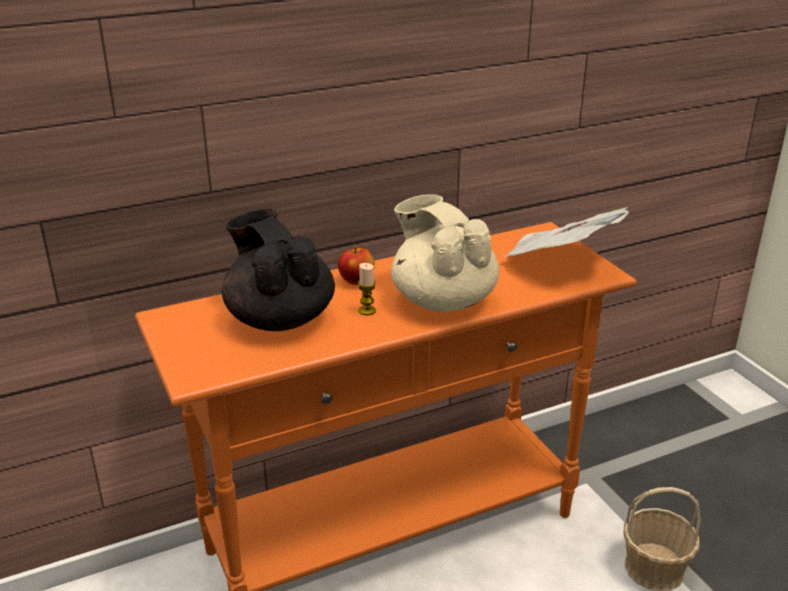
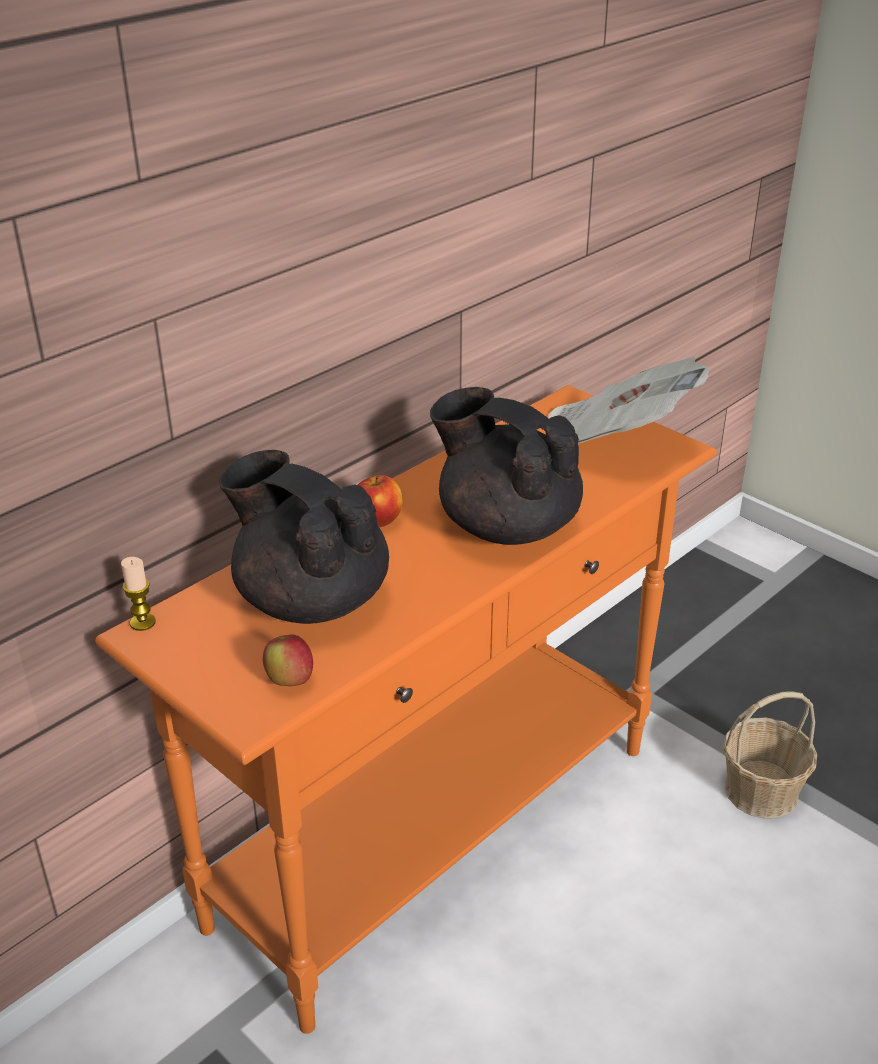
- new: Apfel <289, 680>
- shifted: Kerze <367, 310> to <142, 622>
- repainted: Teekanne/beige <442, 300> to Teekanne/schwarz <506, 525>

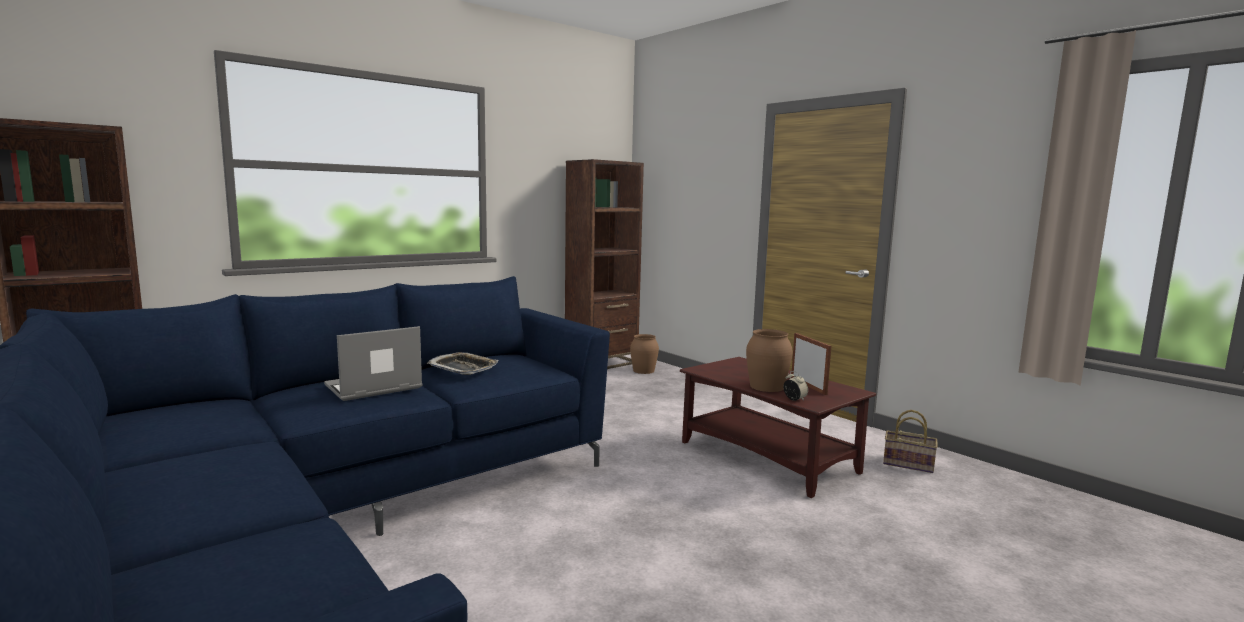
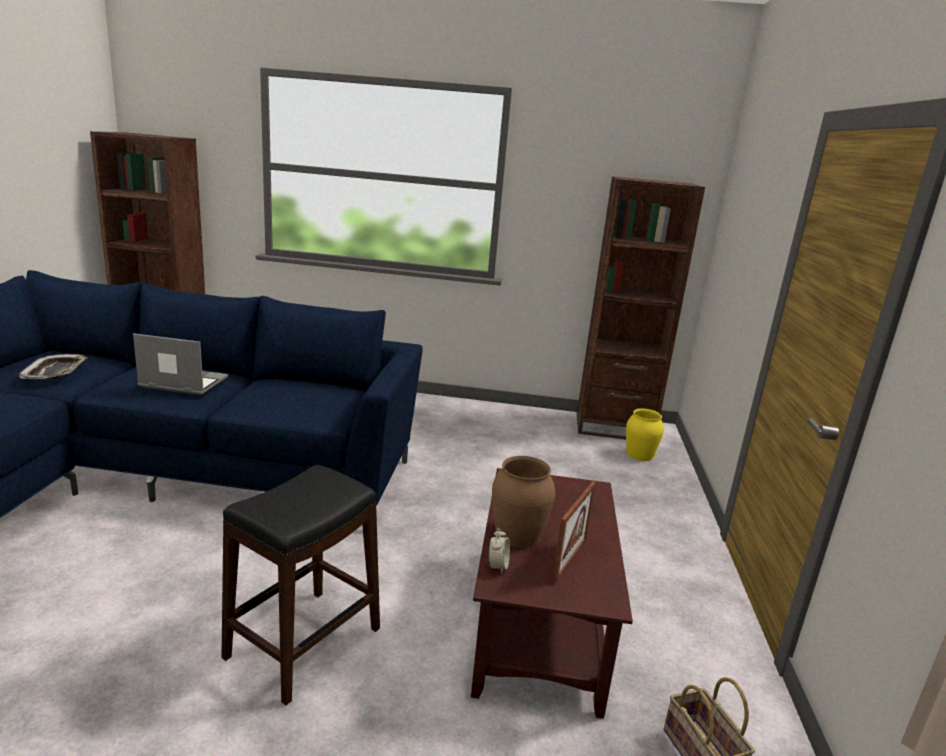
- new: Hocker/schwarz <303, 642>
- shifted: Tablett <463, 368> to <55, 372>
- repainted: Vase/braun <644, 371> to Vase/gelb <640, 455>

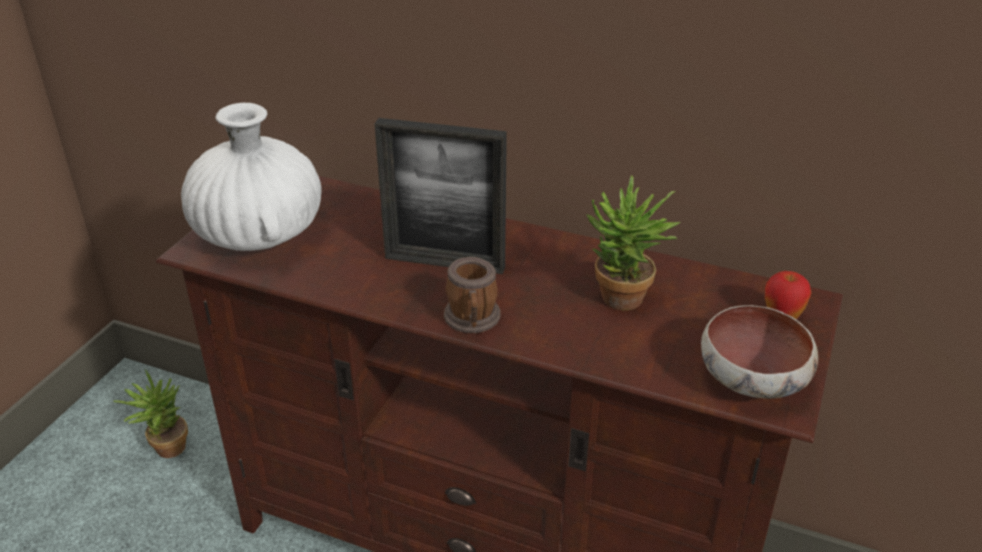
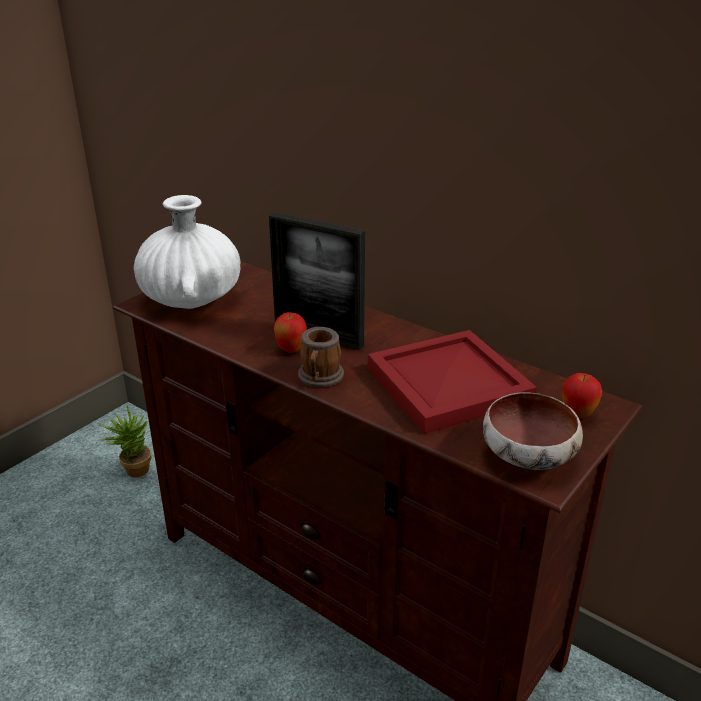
- new: Apfel <291, 350>
- swapped: Topfpflanze <622, 303> to Tablett/rot <445, 384>

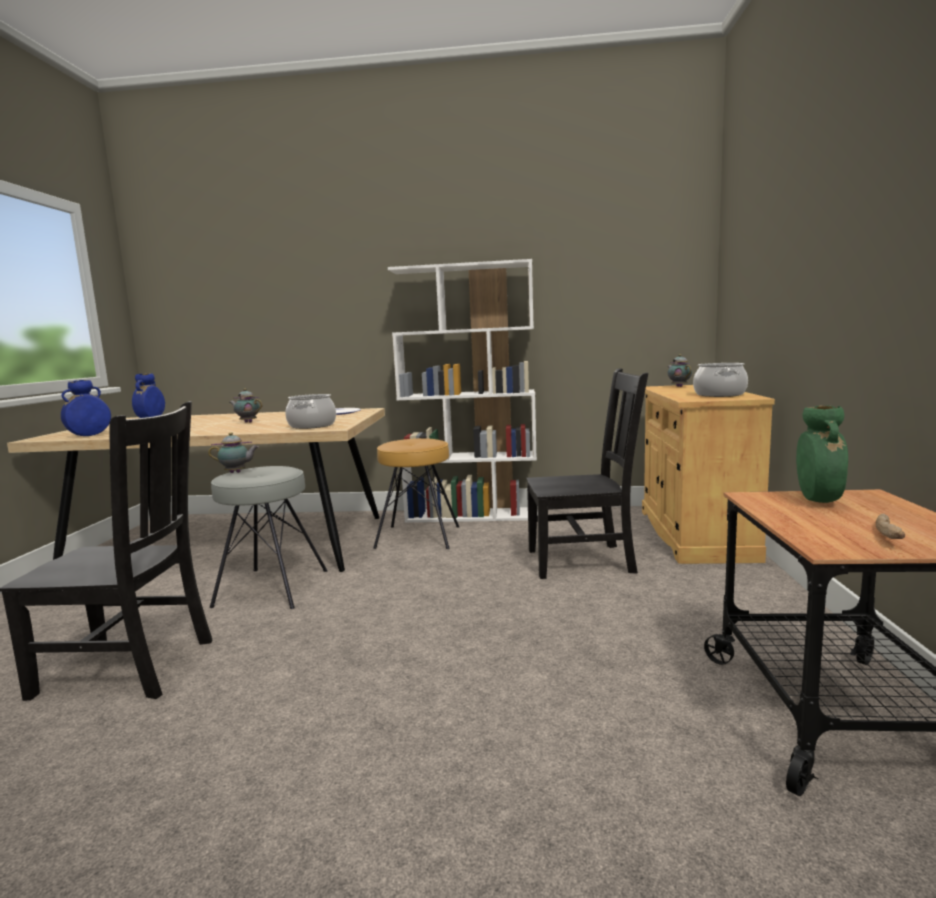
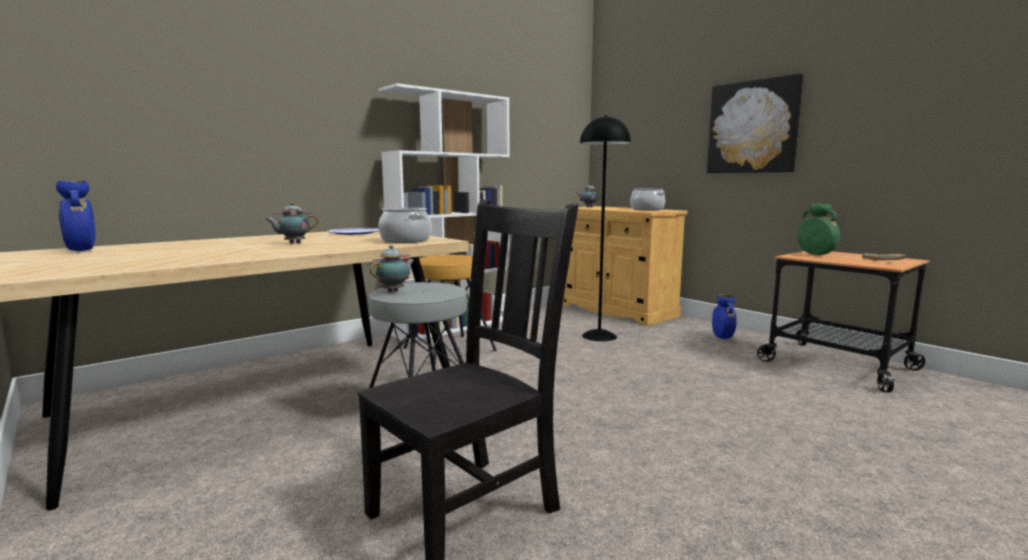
- new: Bild <753, 127>
- shifted: Vase/blau <89, 436> to <722, 338>
- swapped: Stuhl/schwarz <584, 561> to Stehlampe/schwarz <599, 336>

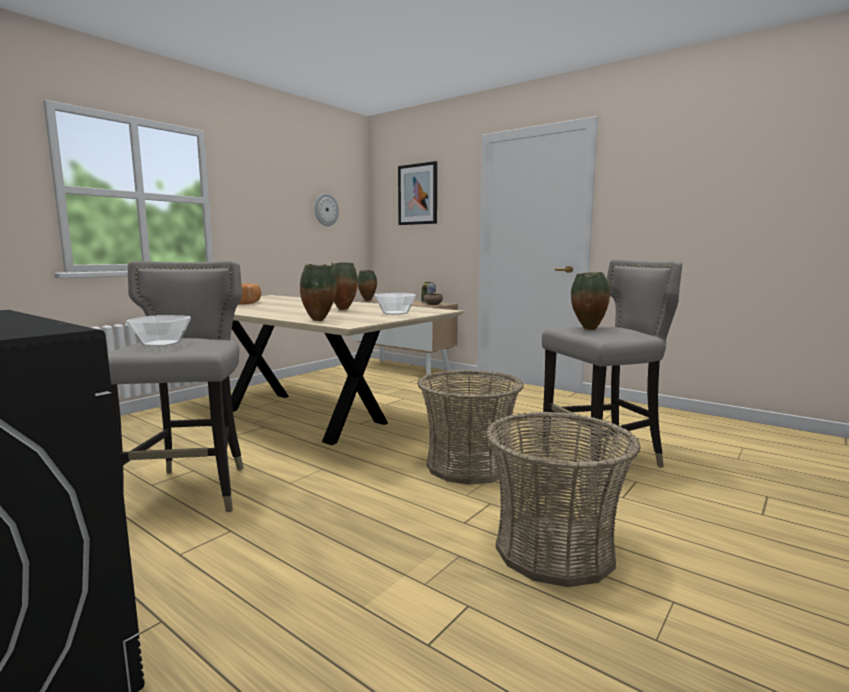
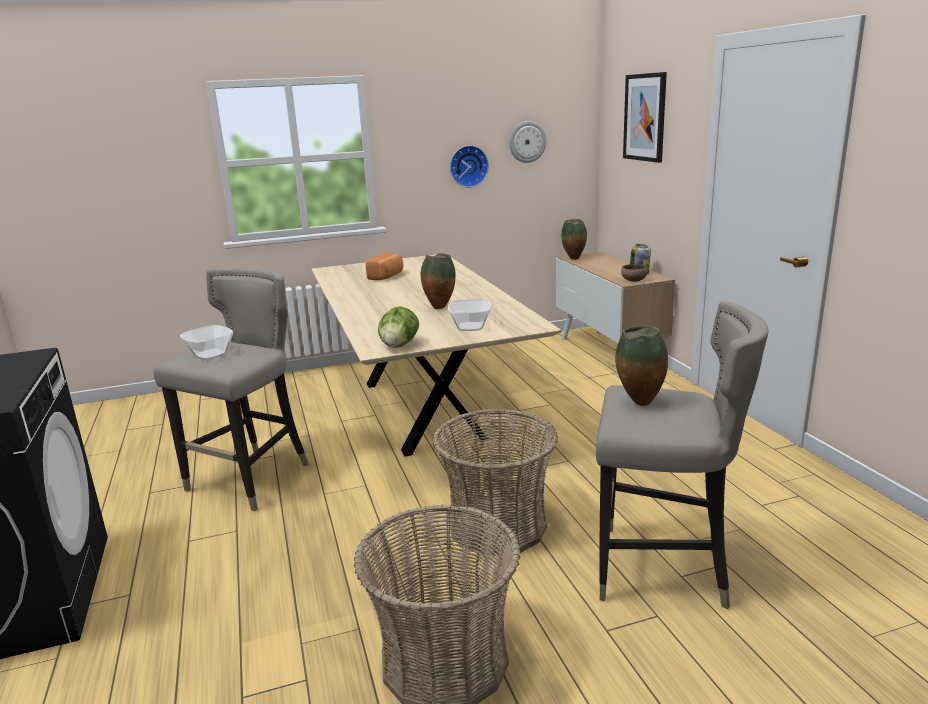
- gone: Vase <320, 321>
- new: Salatkopf <399, 346>
- new: Wanduhr <468, 166>

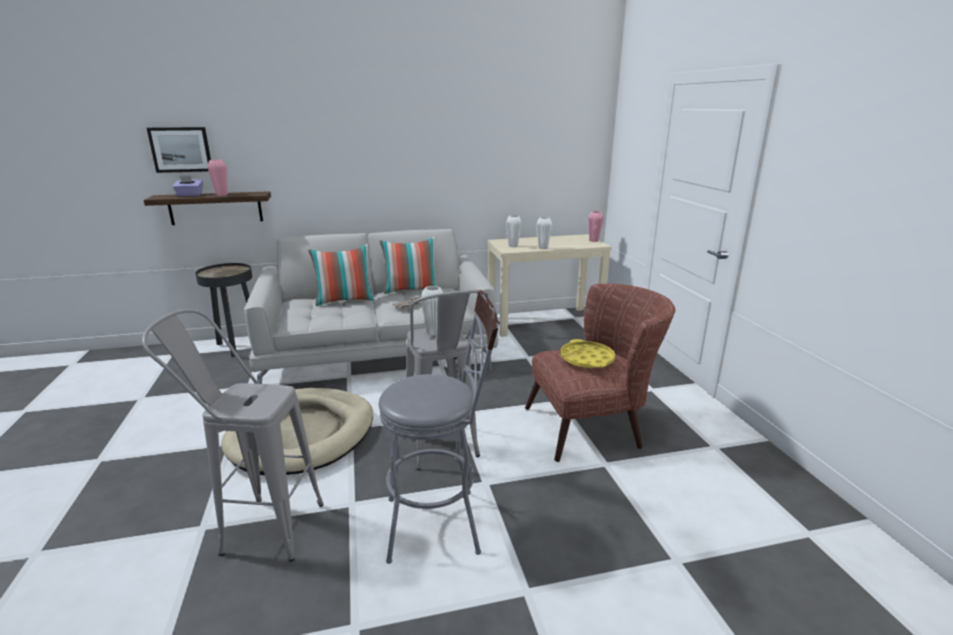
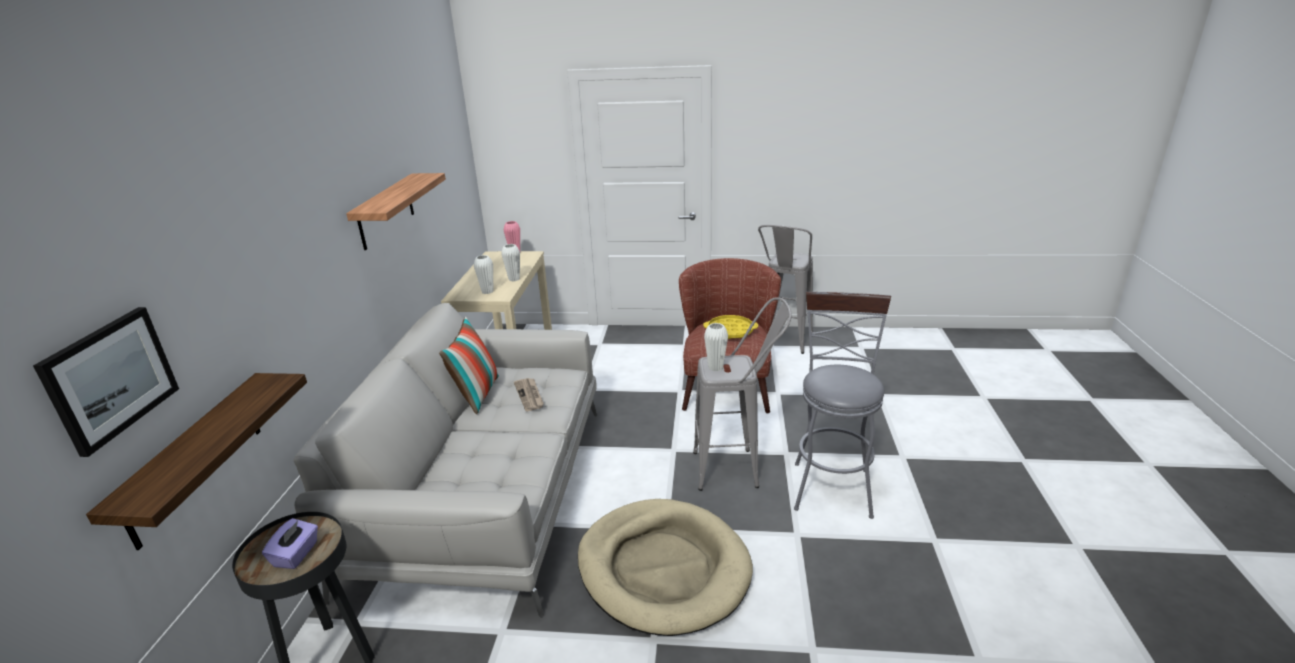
- gone: Vase/rosa <222, 195>
- gone: Kissen <344, 300>
- new: Wandregal <386, 211>
- shifted: Hocker/grau <259, 527> to <783, 345>
- shifted: Taschentuchbox/lila <189, 195> to <296, 554>

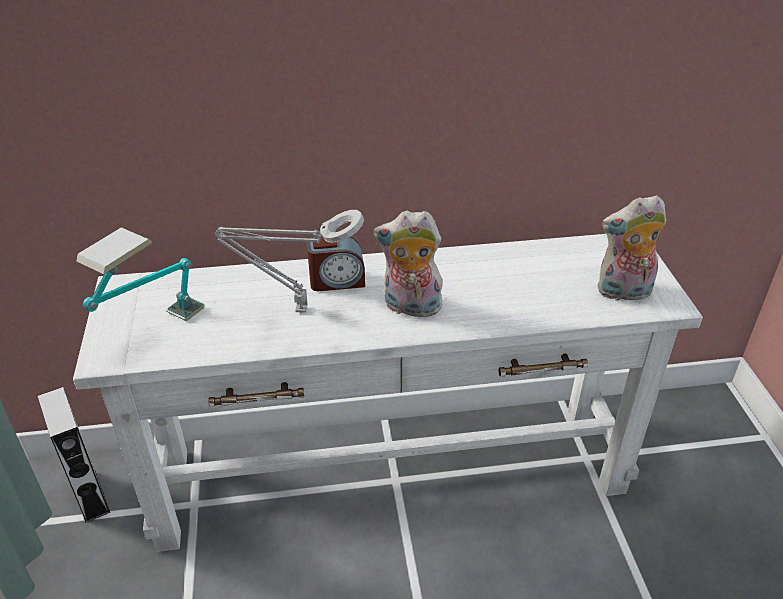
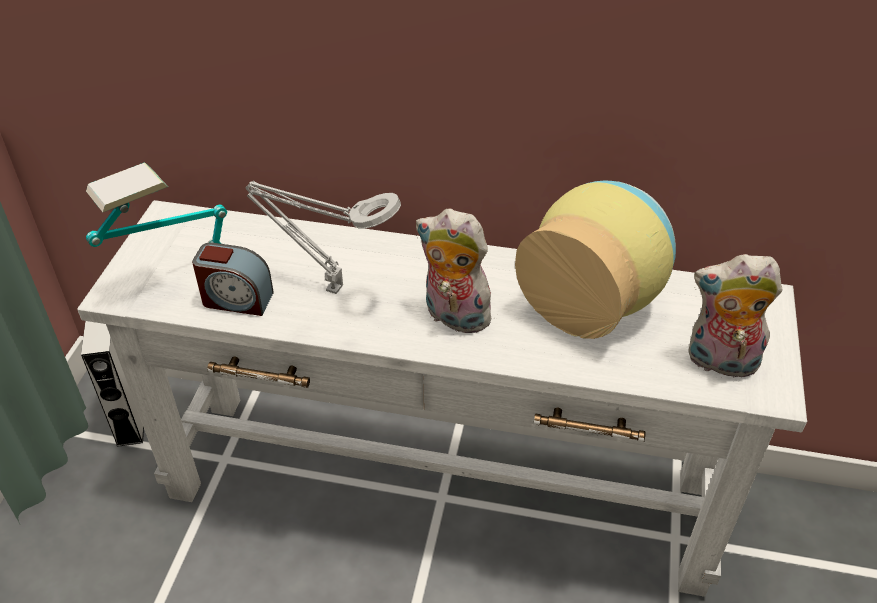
- new: Vase <595, 301>
- shifted: Wecker <337, 281> to <236, 299>

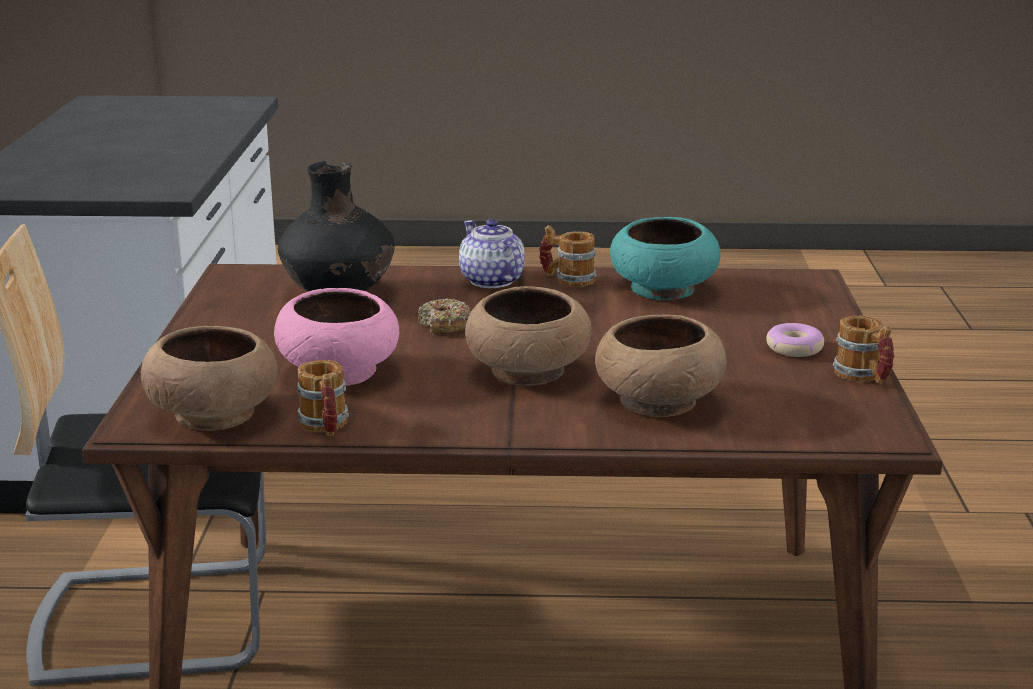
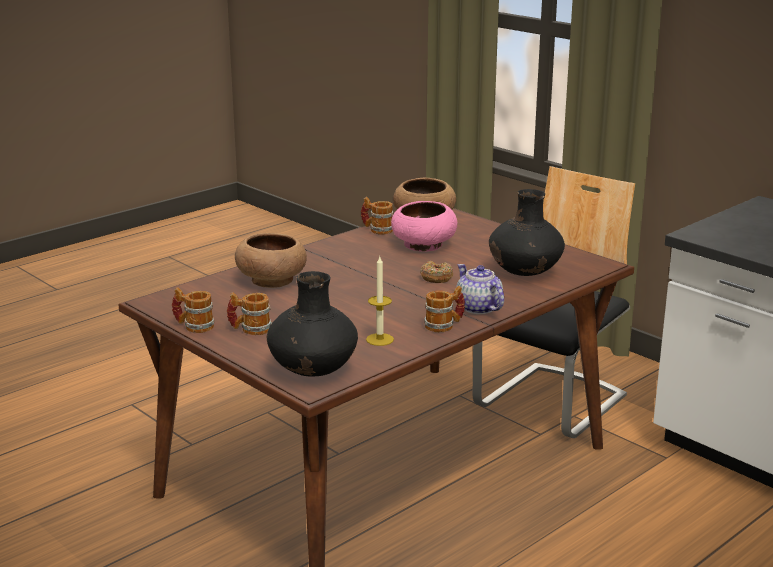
- gone: Schüssel/braun <529, 372>
- new: Vase/schwarz <312, 371>
- swapped: Schüssel/türkis <663, 290> to Kerze <379, 339>
- swapped: Donut <794, 348> to Henkelbecher <250, 329>
- rotated: Teekanne <491, 281> = <478, 308> 135 degrees counterclockwise

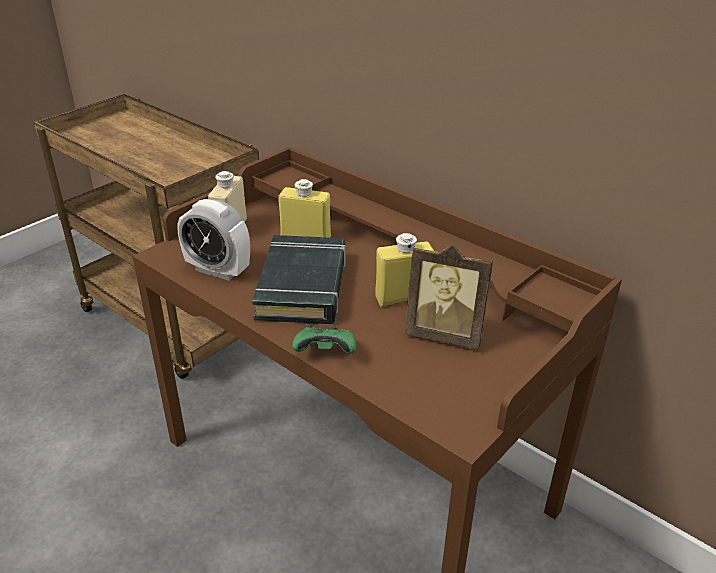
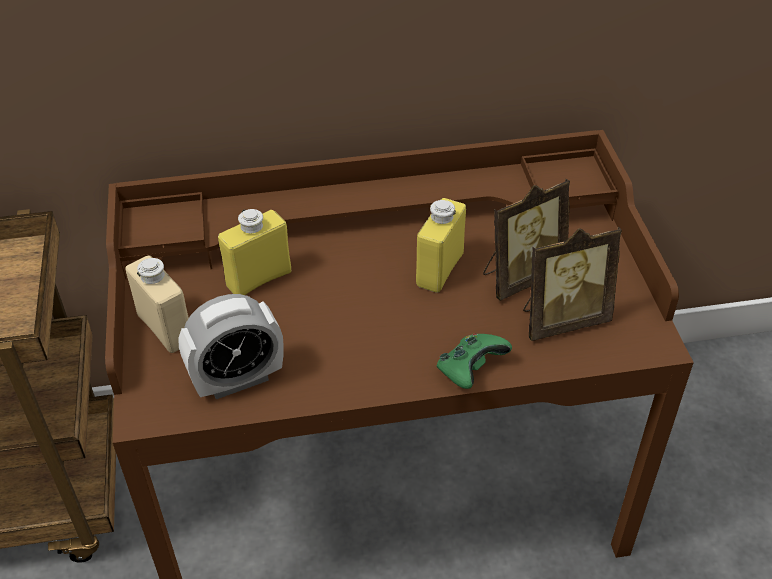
- gone: Buch/schwarz <303, 286>
- new: Bilderrahmen <562, 319>

